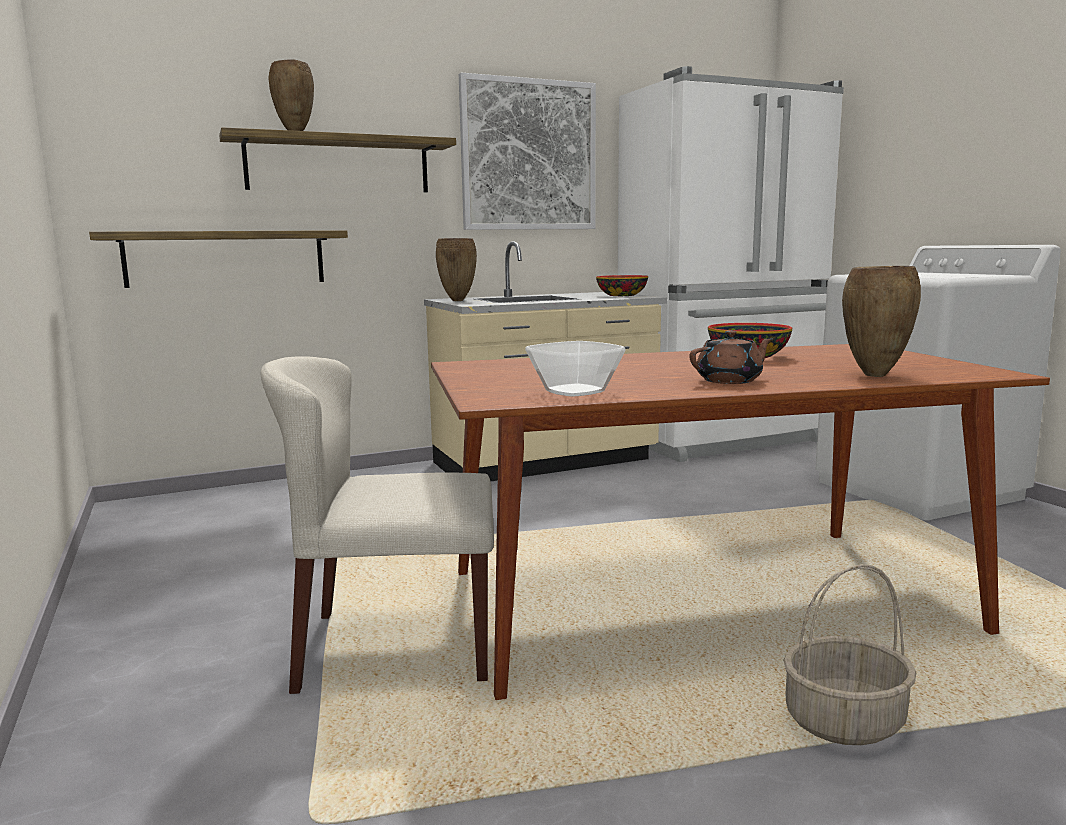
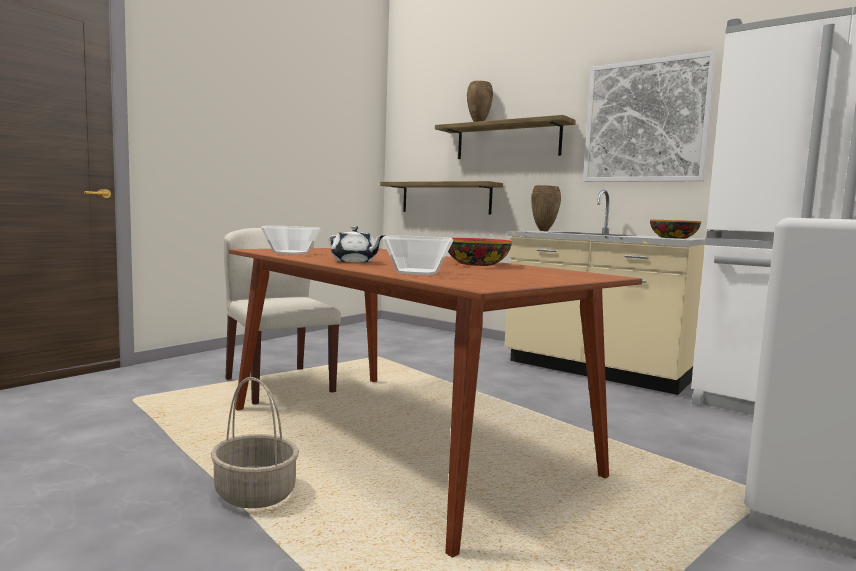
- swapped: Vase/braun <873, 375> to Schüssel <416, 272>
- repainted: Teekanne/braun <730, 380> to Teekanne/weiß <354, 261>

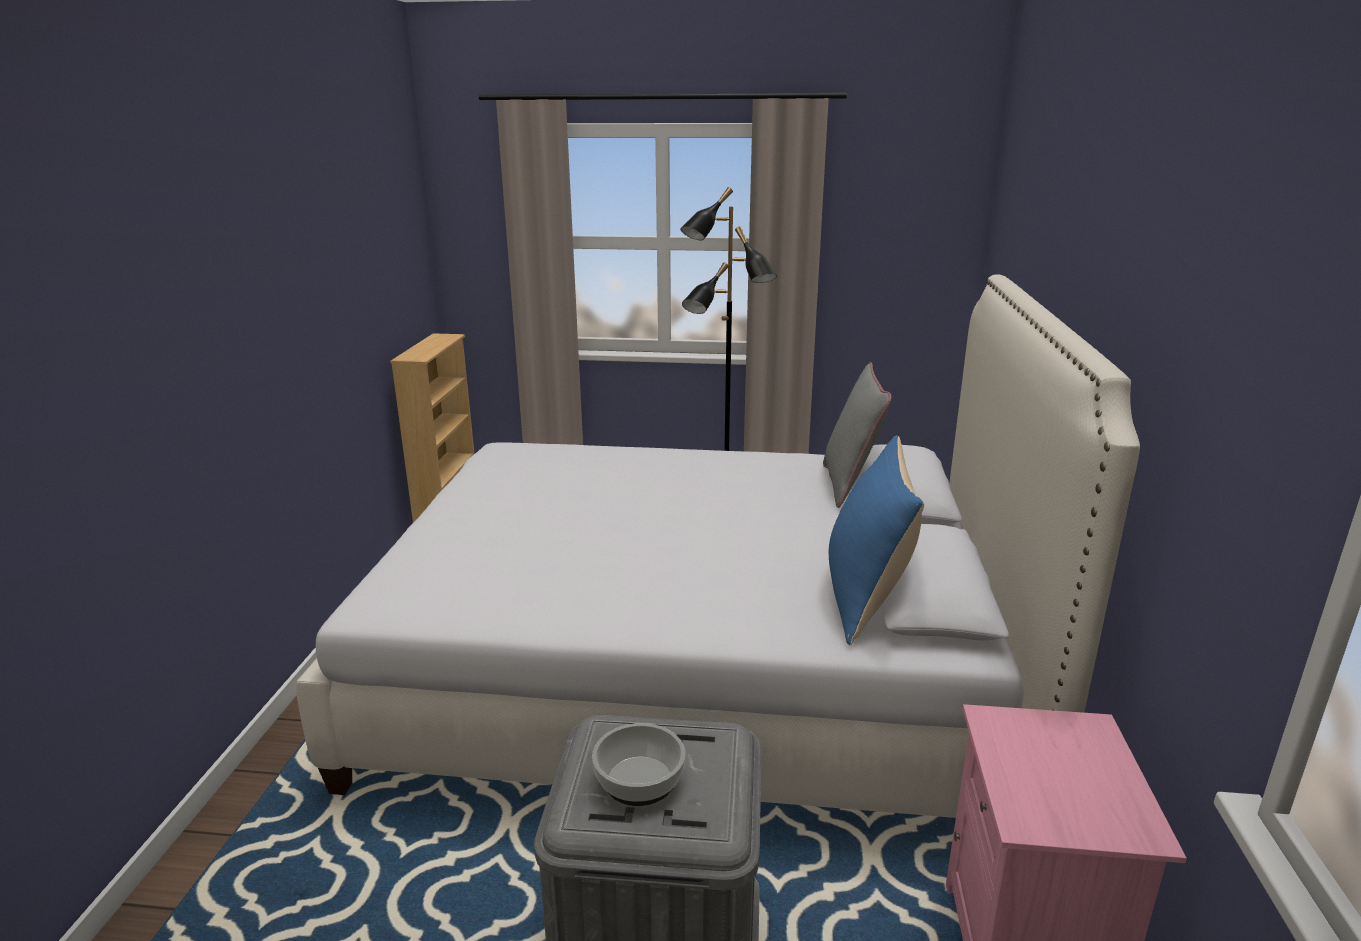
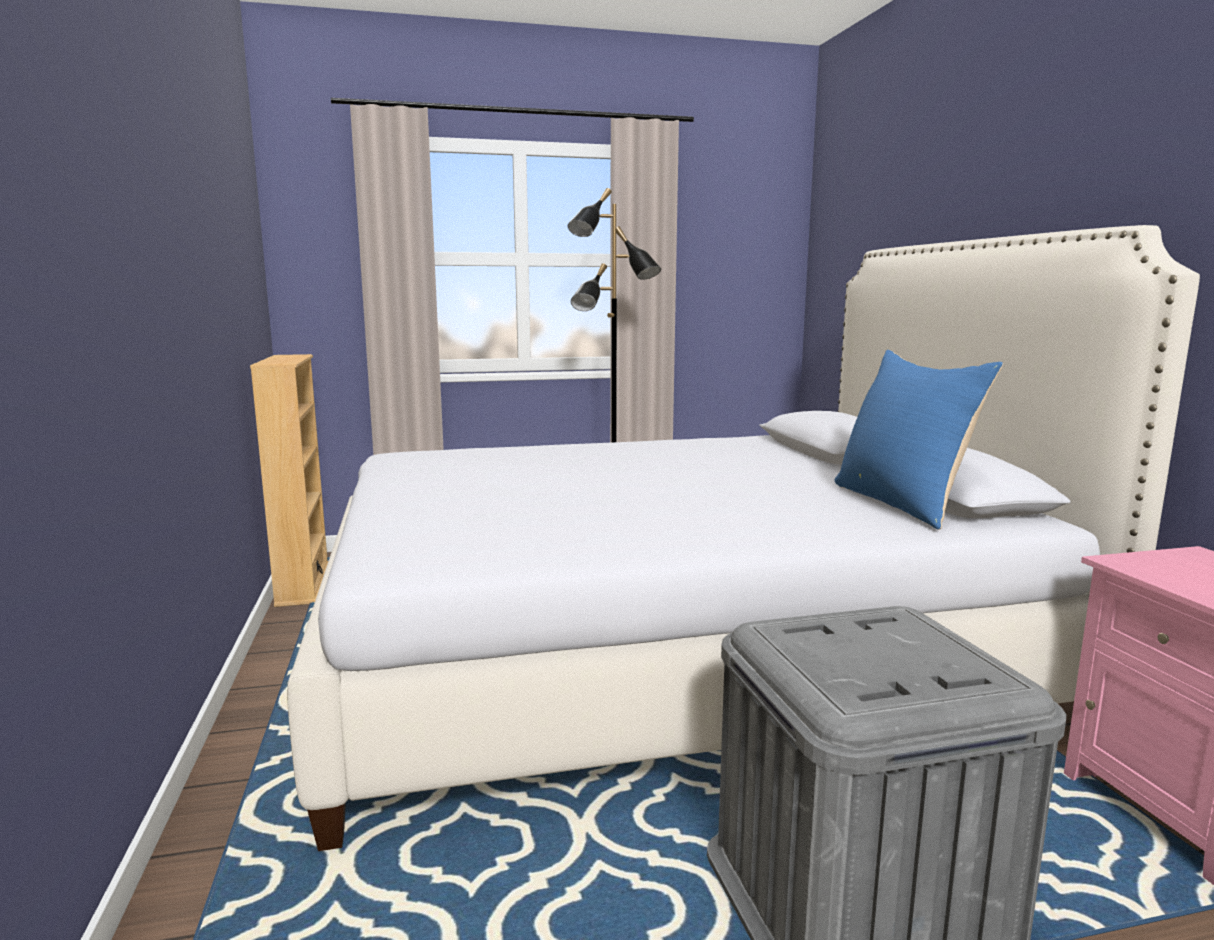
- gone: Schüssel <640, 781>
- gone: Kissen/grau <850, 485>

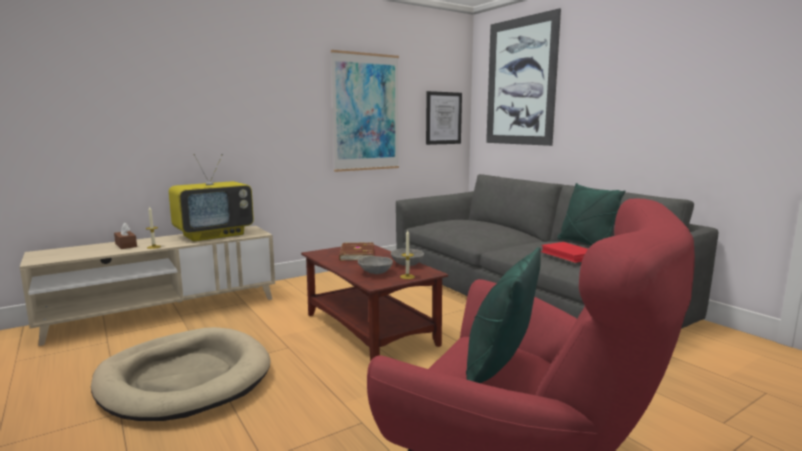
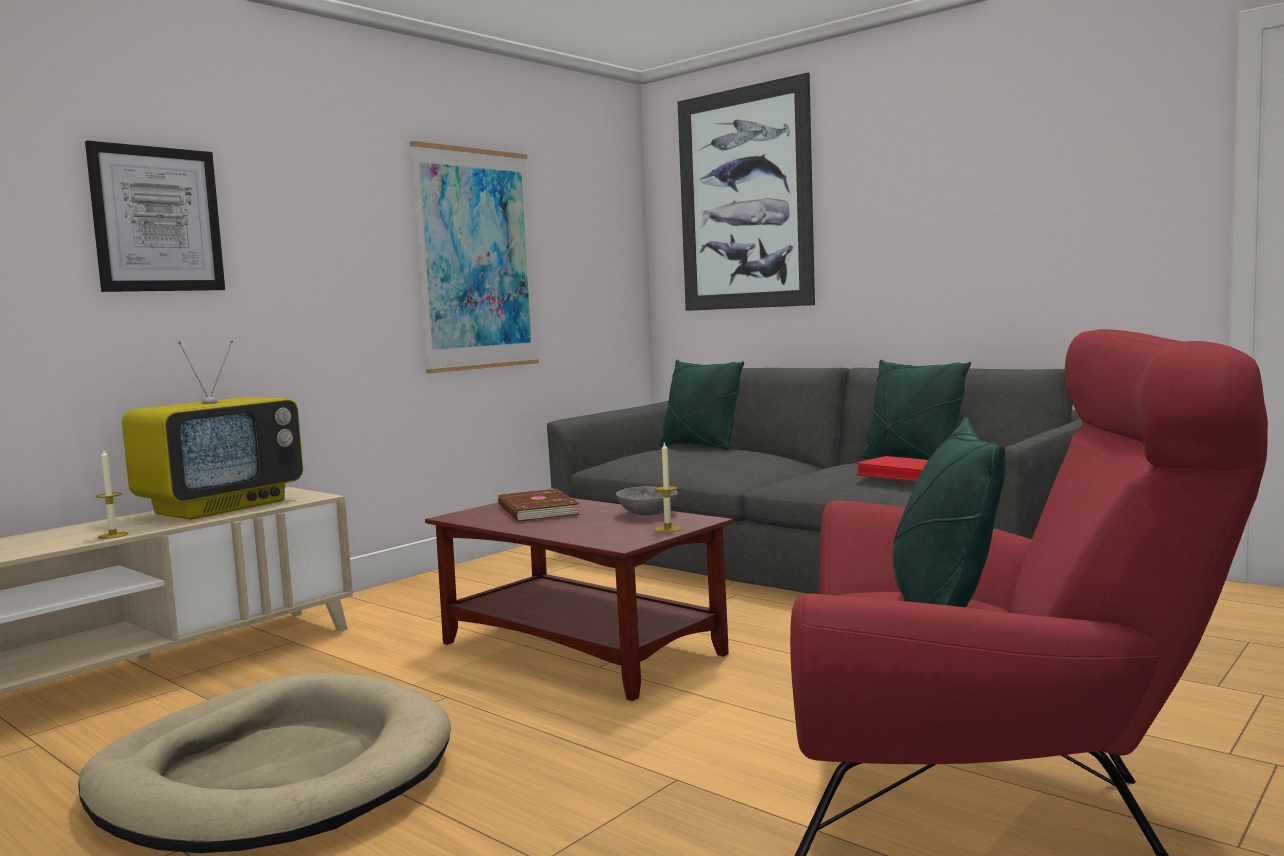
- gone: Taschentuchbox/braun <126, 245>
- gone: Schüssel/grau <375, 273>
- new: Kissen/grün <699, 447>
- shifted: Bild <443, 118> to <157, 219>

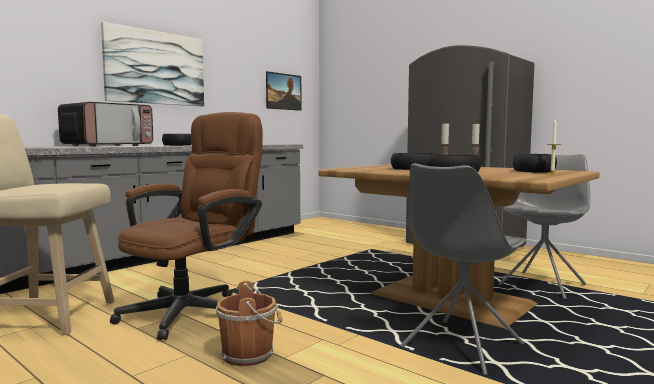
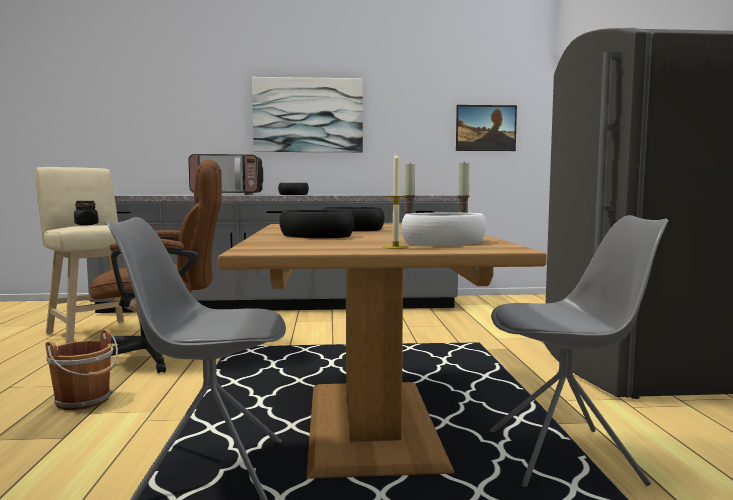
- new: Vorratsglas/schwarz <86, 224>
- repainted: Schüssel/schwarz <534, 171> to Schüssel/weiß <444, 242>

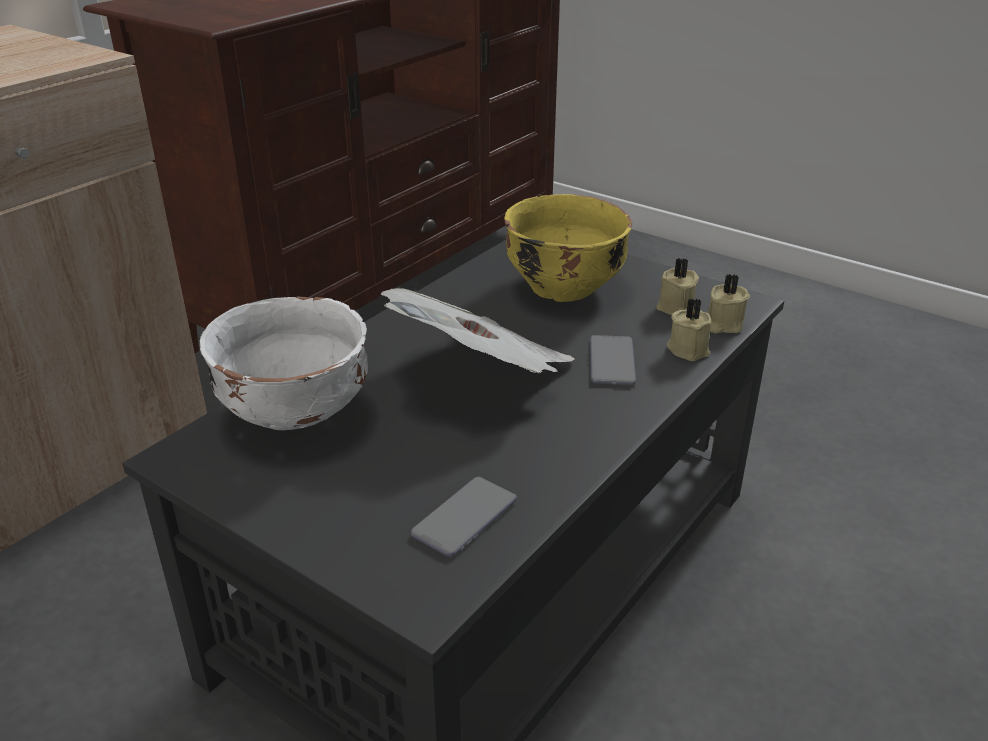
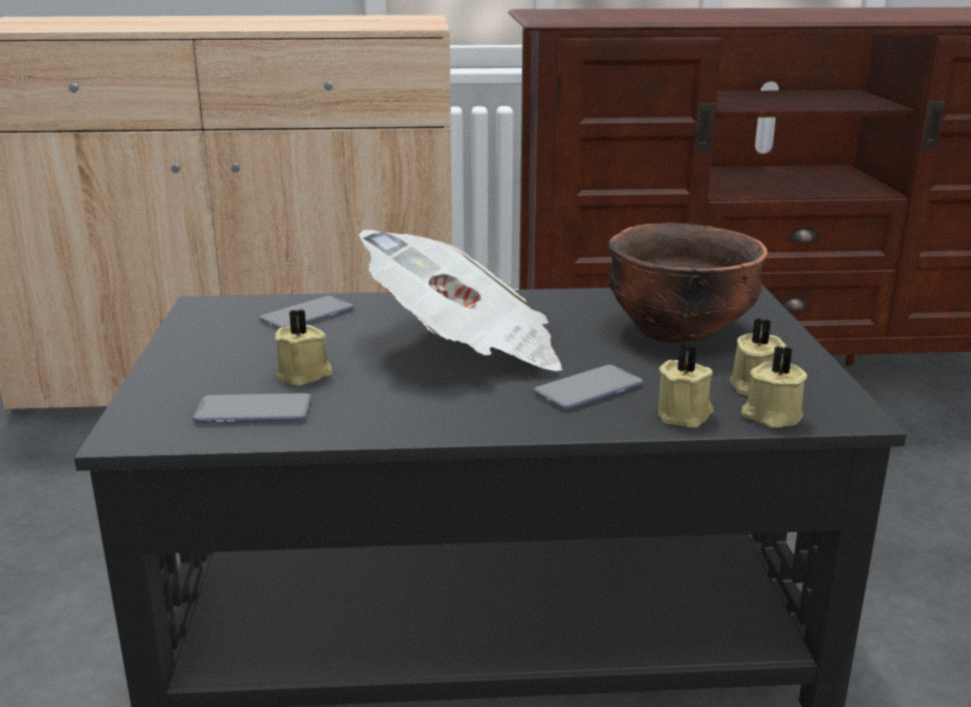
- new: Kerze/beige <305, 375>
- swapped: Schüssel/weiß <297, 412> to Handy <307, 315>
- repainted: Schüssel/gelb <563, 287> to Schüssel/braun <678, 330>

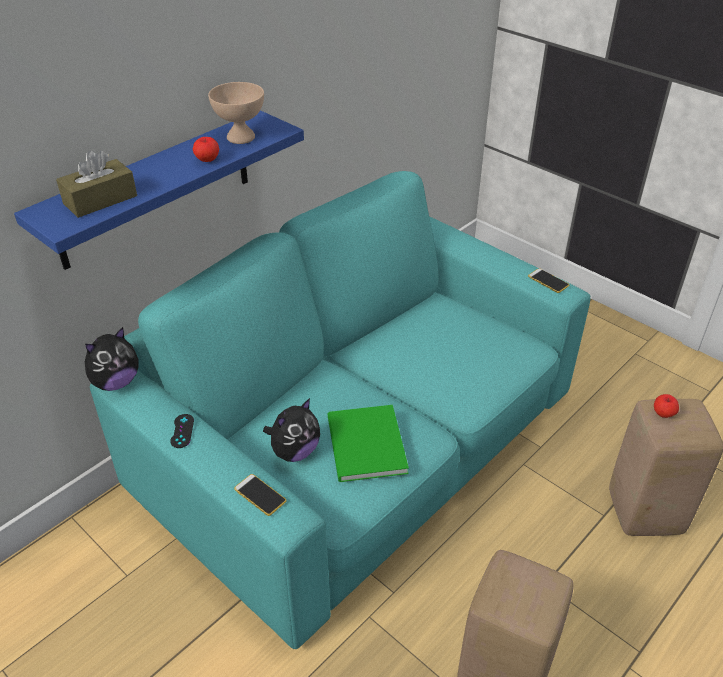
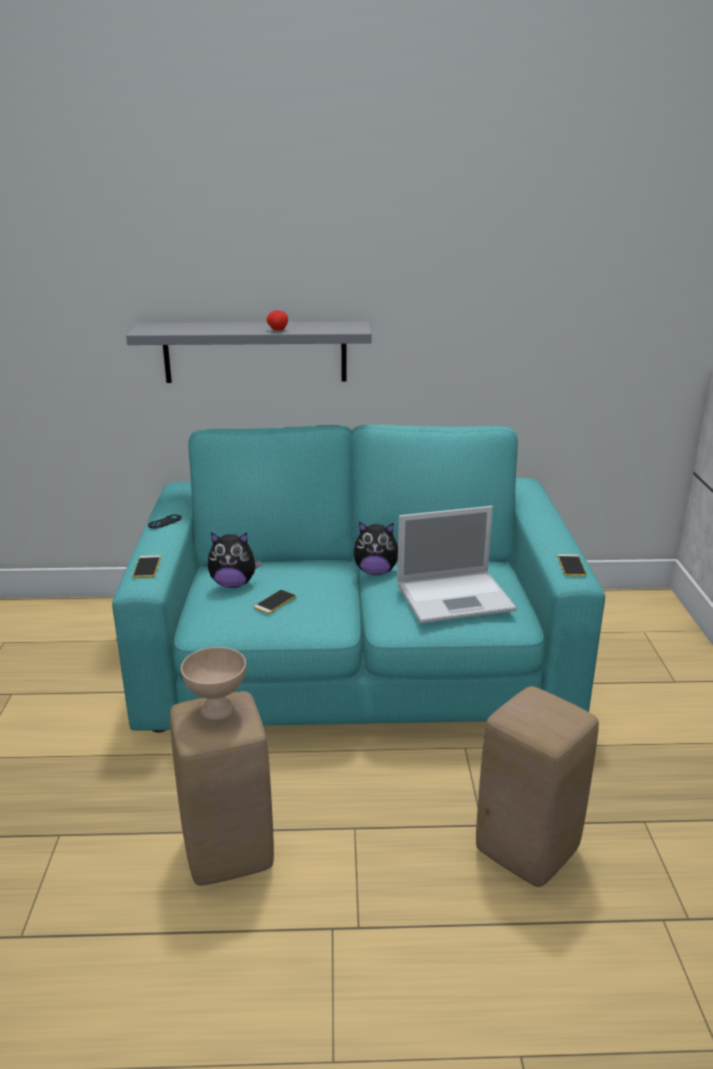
- gone: Taschentuchbox/braun <100, 200>
- gone: Apfel <663, 414>
- new: Laptop <456, 597>
- shifted: Plüschtier <116, 382> to <376, 571>
- shifted: Schüssel/beige <241, 138> to <216, 711>
- swapped: Buch/grün <364, 447> to Handy <275, 602>
- repainted: Wandregal/blau <155, 189> to Wandregal/grau <255, 352>

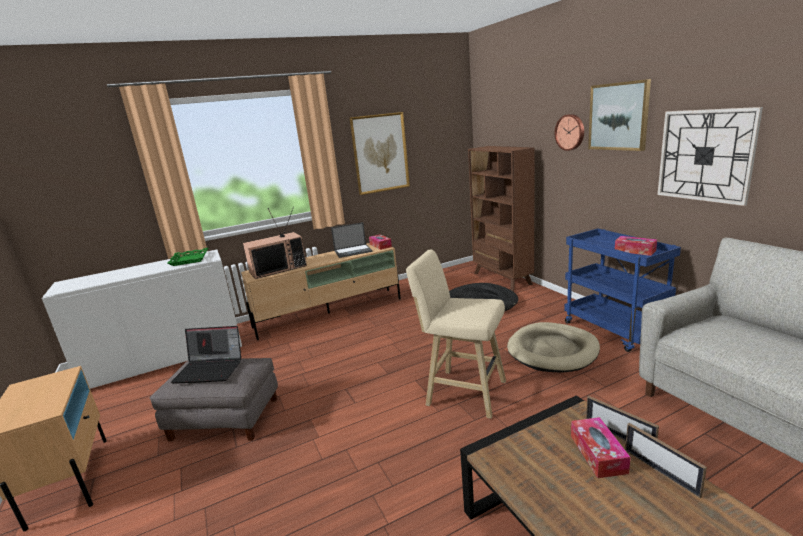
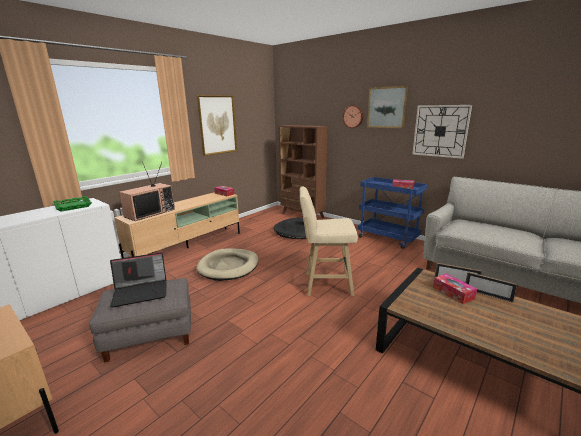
- gone: Laptop <353, 251>
- shifted: Hundebett/beige <553, 350> to <229, 266>

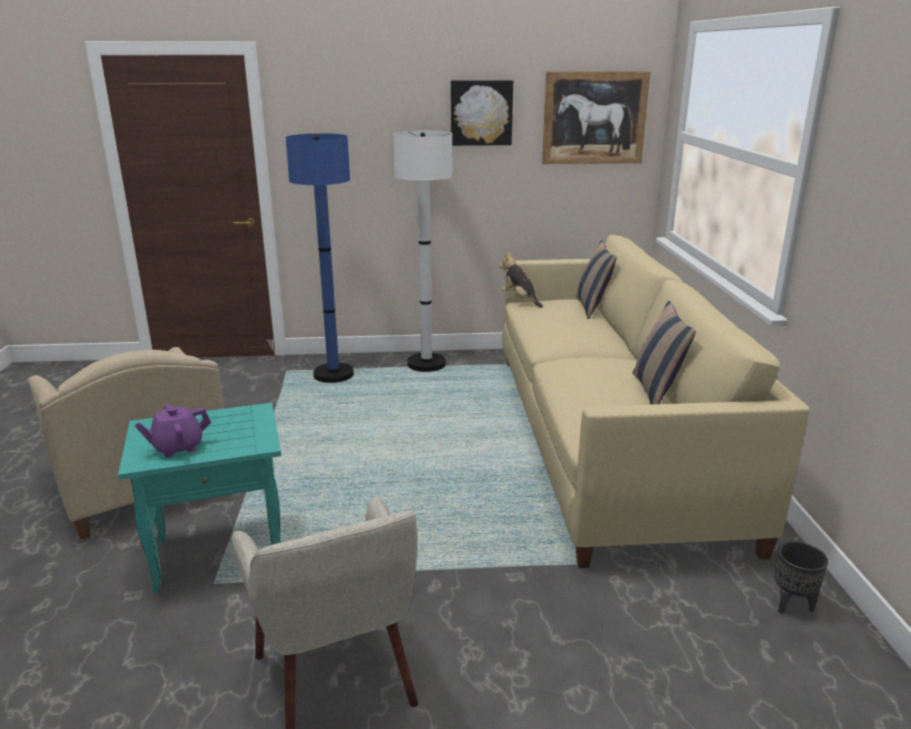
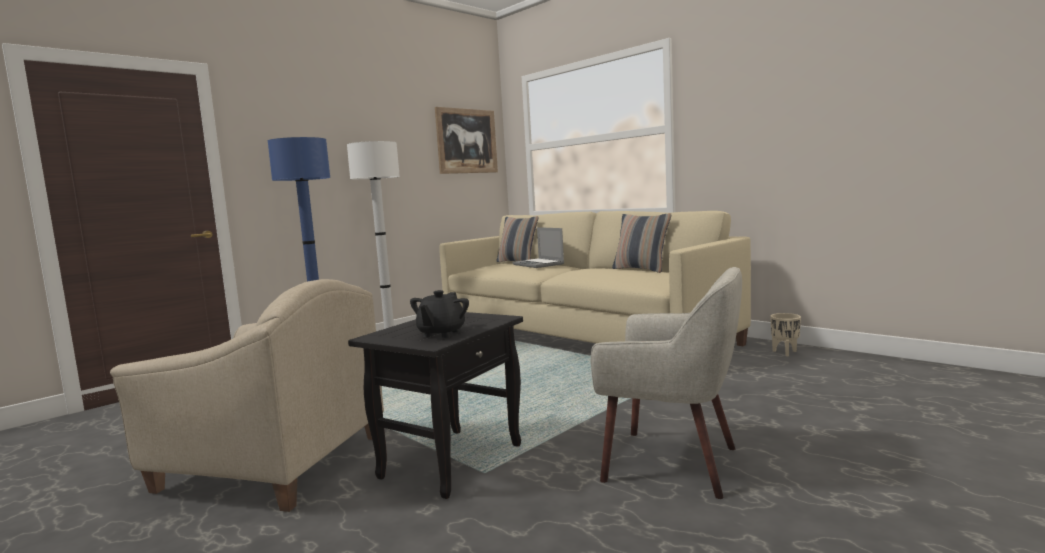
- gone: Bild <481, 113>
- gone: Plüschtier <520, 300>
- new: Laptop <539, 264>
- repainted: Beistelltisch/türkis <222, 553> to Beistelltisch/schwarz <452, 460>
- repainted: Teekanne/lila <177, 447> to Teekanne/schwarz <441, 333>
- repainted: Pflanzkübel/schwarz <792, 605> to Pflanzkübel/beige <785, 352>

